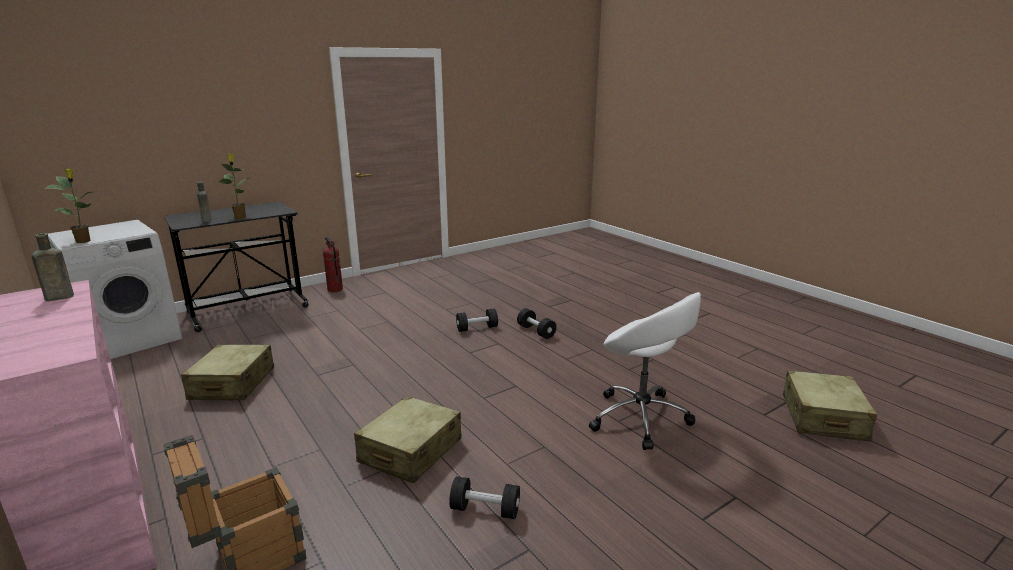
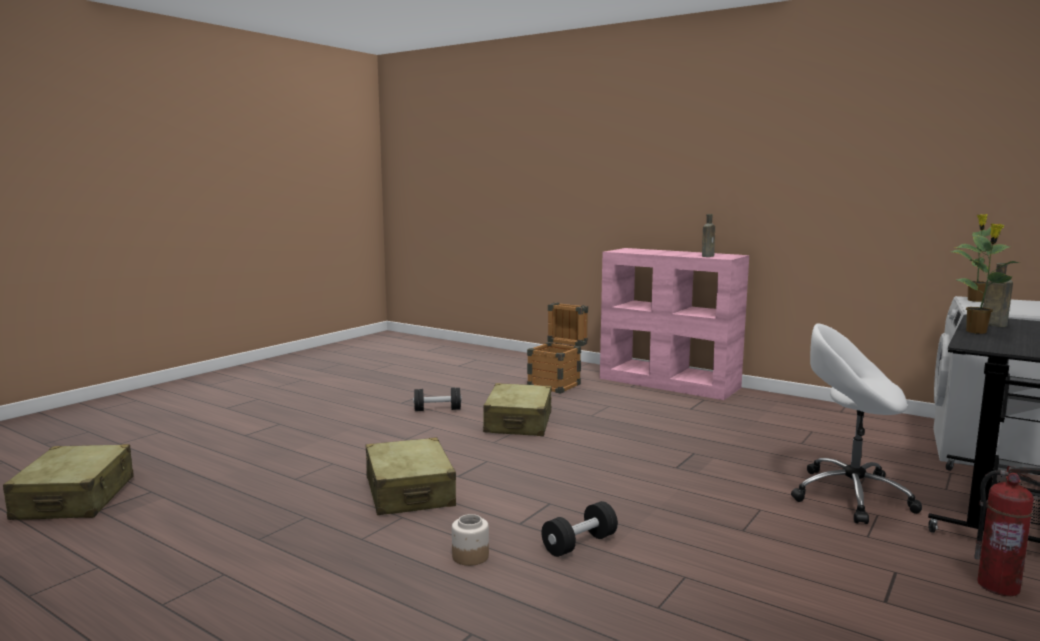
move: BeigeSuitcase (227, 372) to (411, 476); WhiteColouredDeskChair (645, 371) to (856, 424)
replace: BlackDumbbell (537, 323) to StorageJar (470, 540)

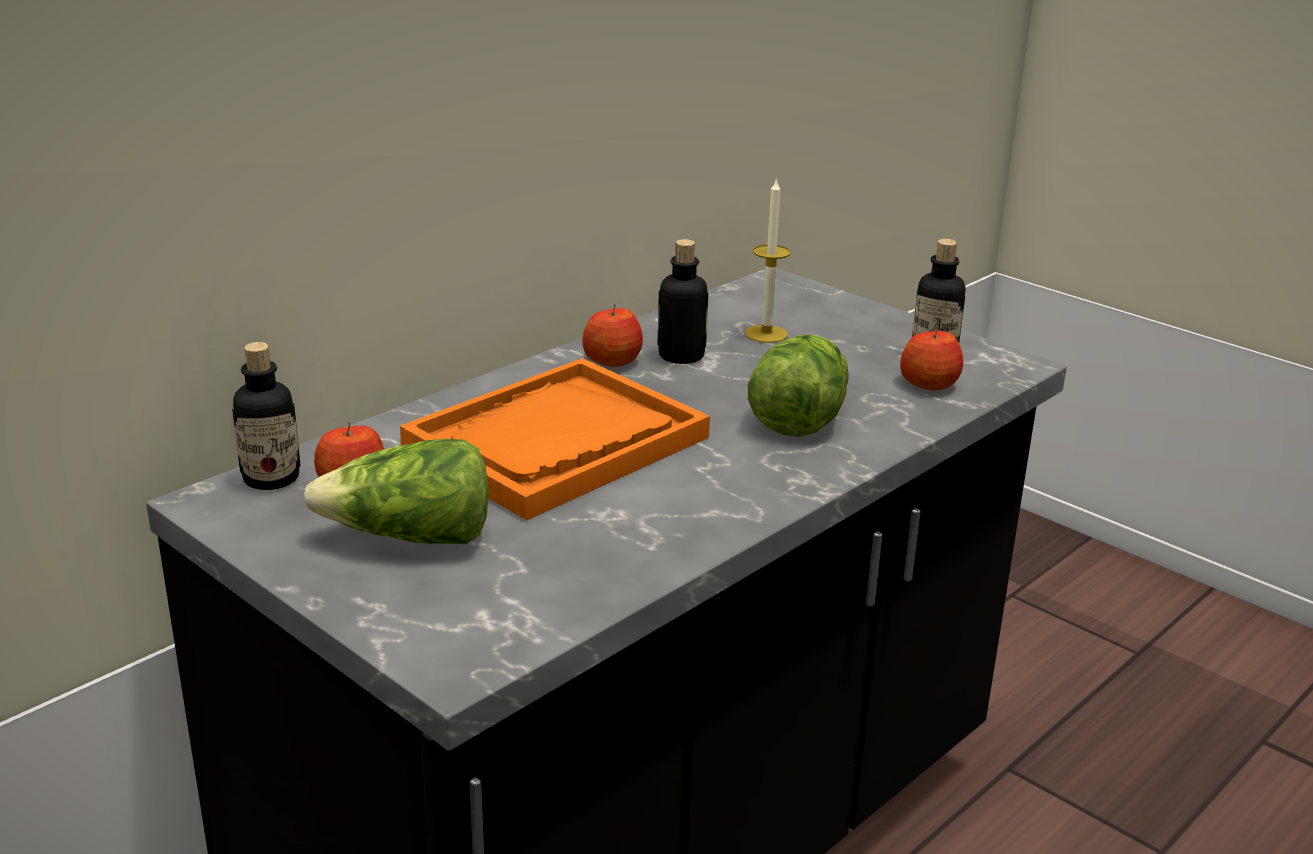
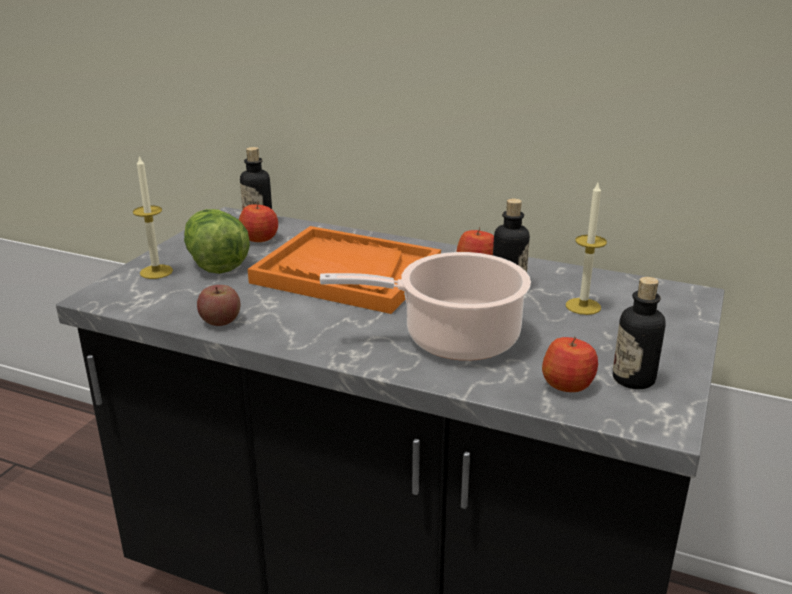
insert: Candle (153, 217); AppleFruit (219, 305)
replace: LettuceHead (798, 386) to Stockpot (425, 306)

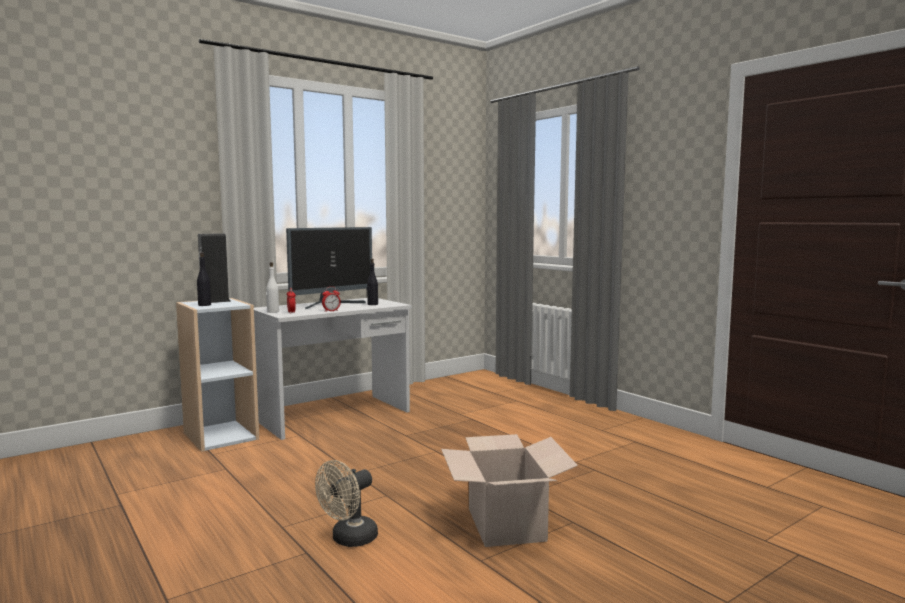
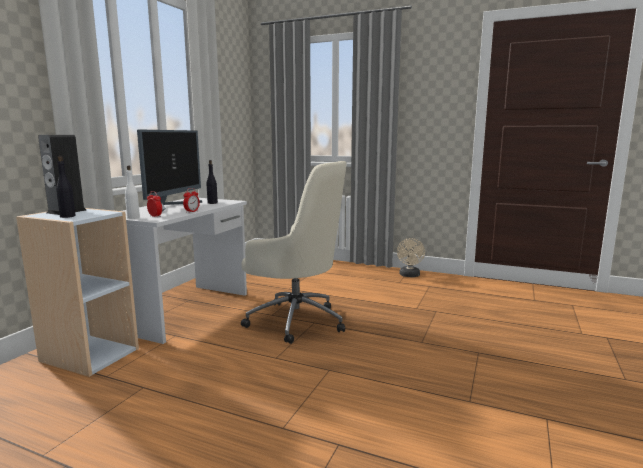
delete: CardboardBox (509, 490)
insert: BeigeDeskChair (294, 252)
move: BeigeFan (346, 503) to (411, 257)

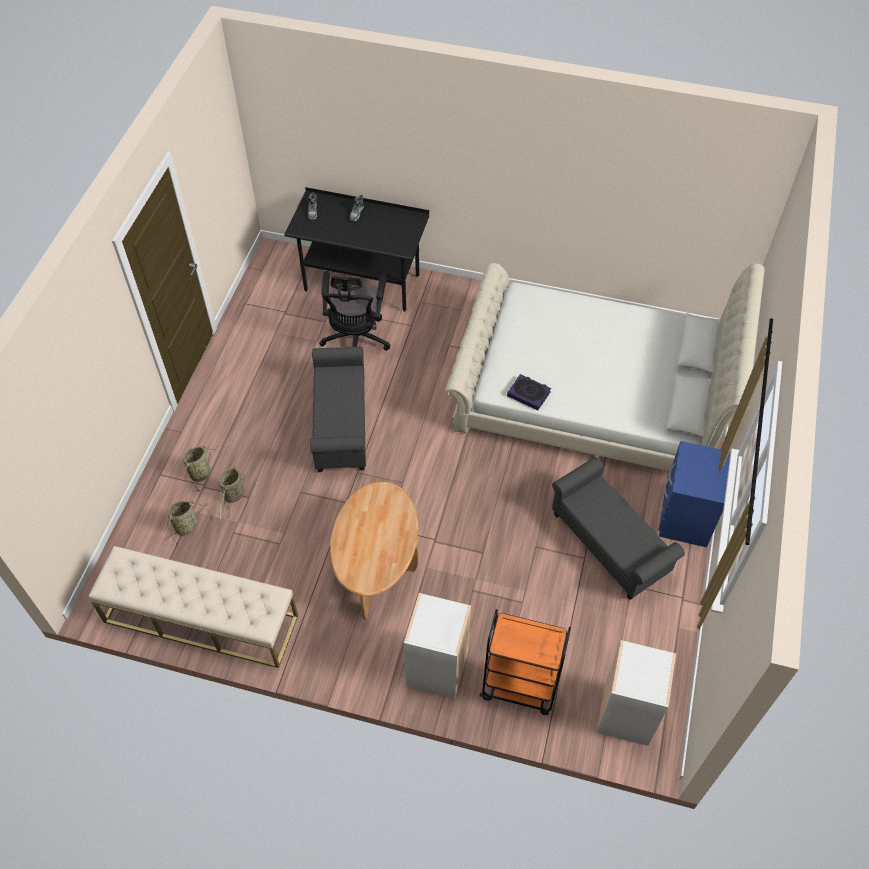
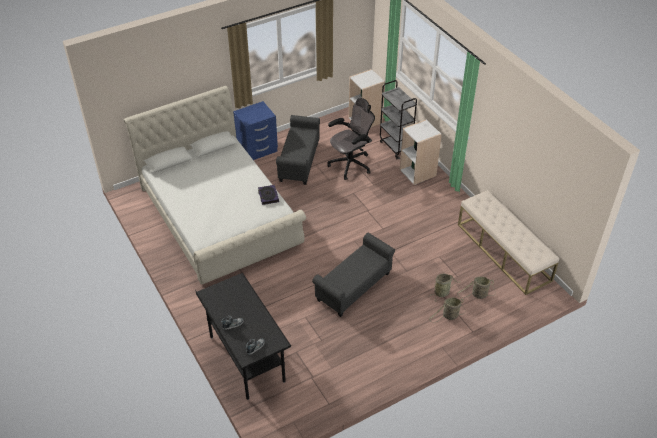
delete: BrownColouredCoffeeTable (373, 550)
move: DeskChair (354, 311) to (351, 139)
recolor: OrangeTrolley (525, 662) to GreyTrolley (398, 119)

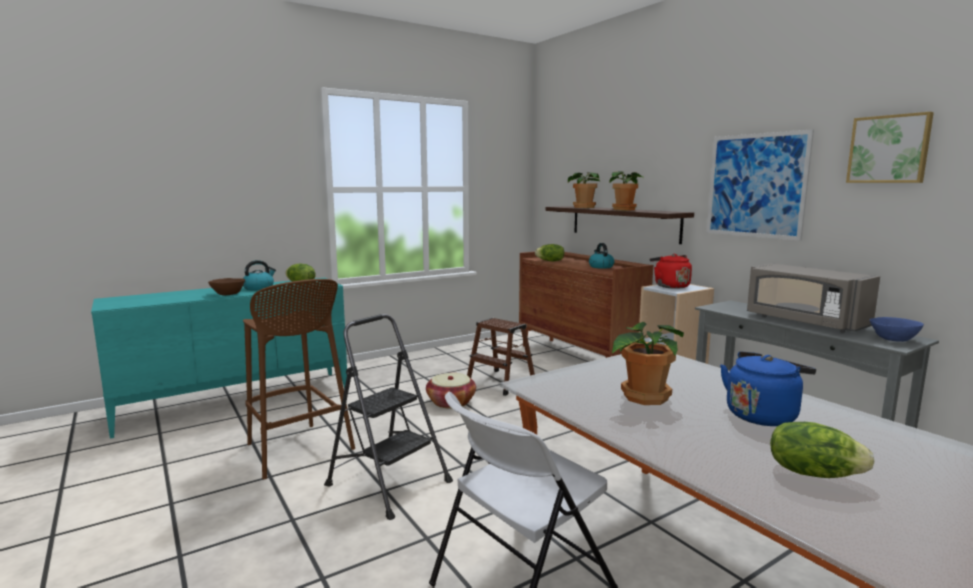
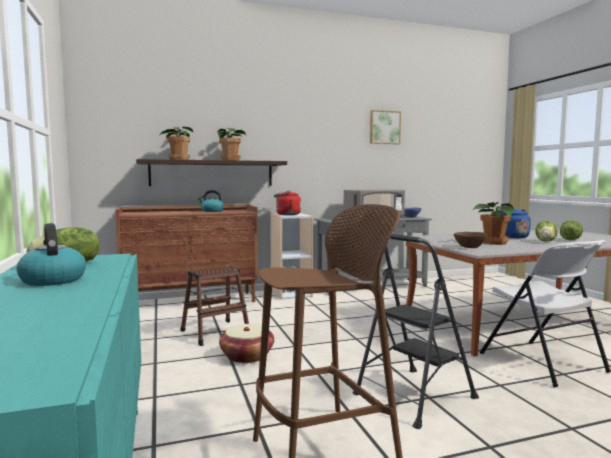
delete: WallPicture (760, 185)
move: BrownColouredBowl (226, 286) to (471, 240); LettuceHead (549, 252) to (546, 231)

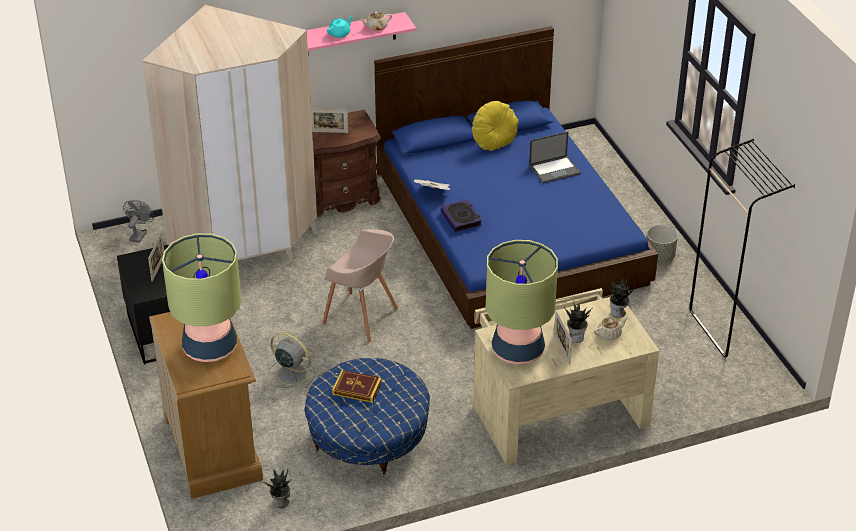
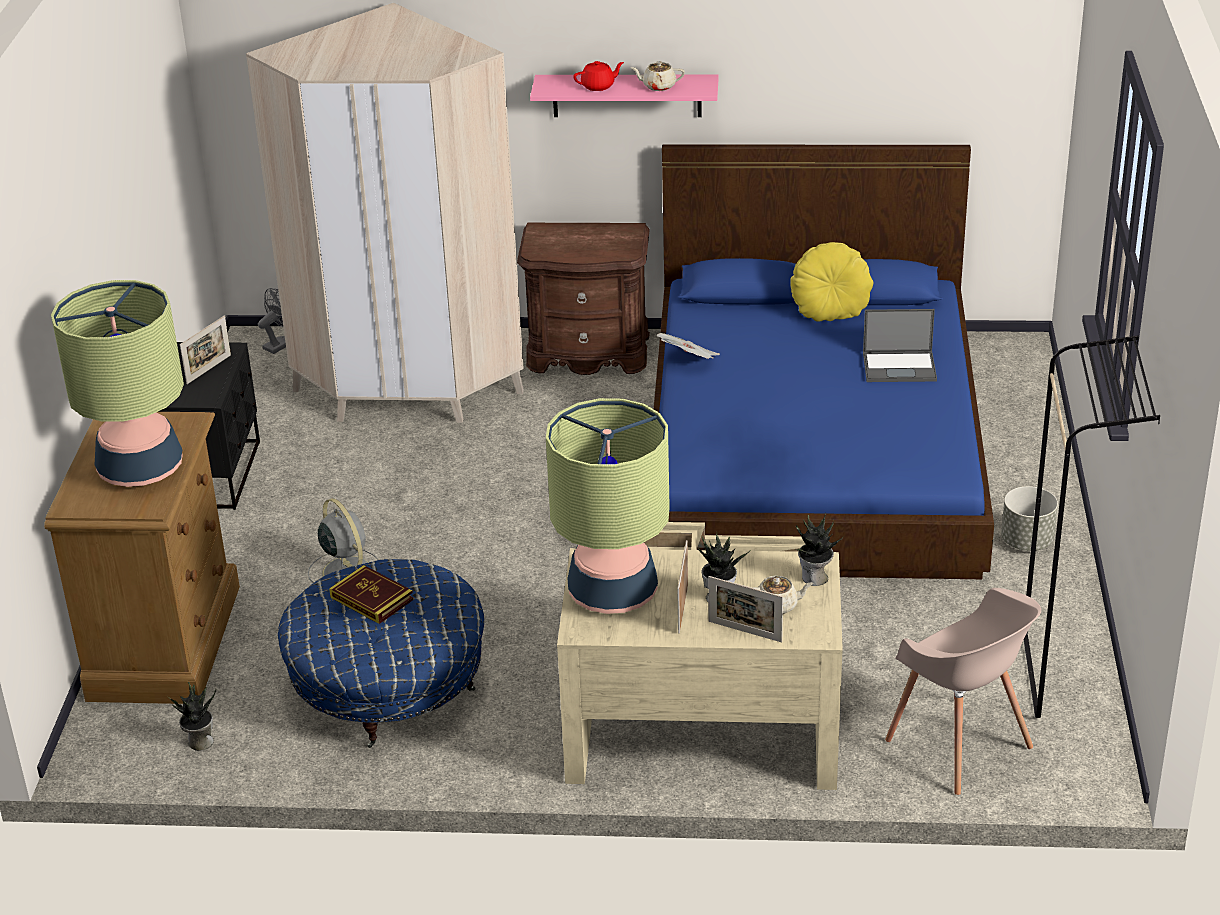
delete: BoundBook (461, 216)
move: PictureFrame (329, 121) to (745, 609); BeigeUprightChair (360, 285) to (963, 691)
recolor: TurquoiseColouredTeapot (340, 27) to ReddishTeapot (598, 76)

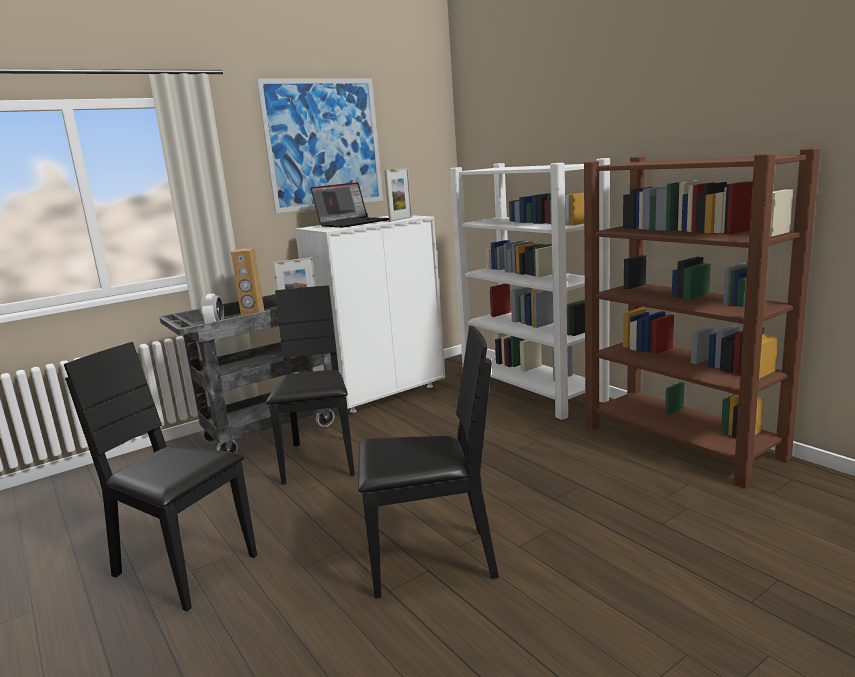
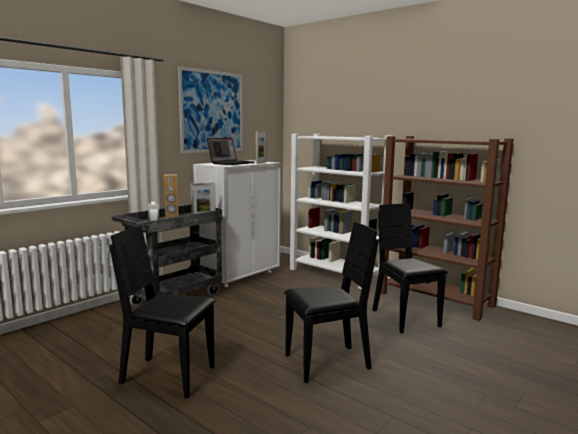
move: BlackUprightChair (310, 385) to (410, 268)

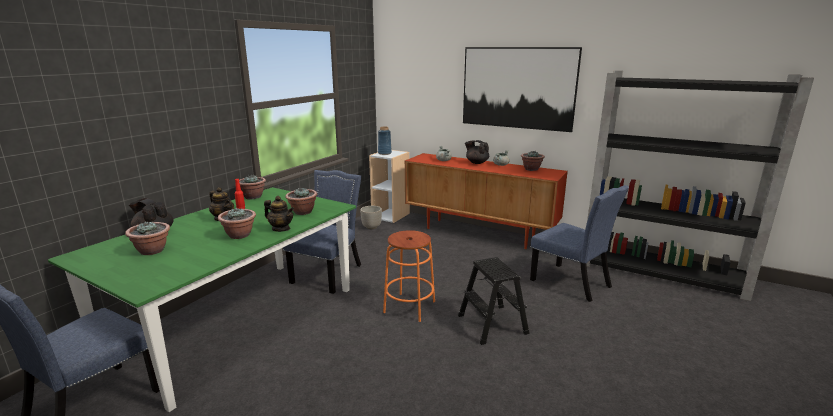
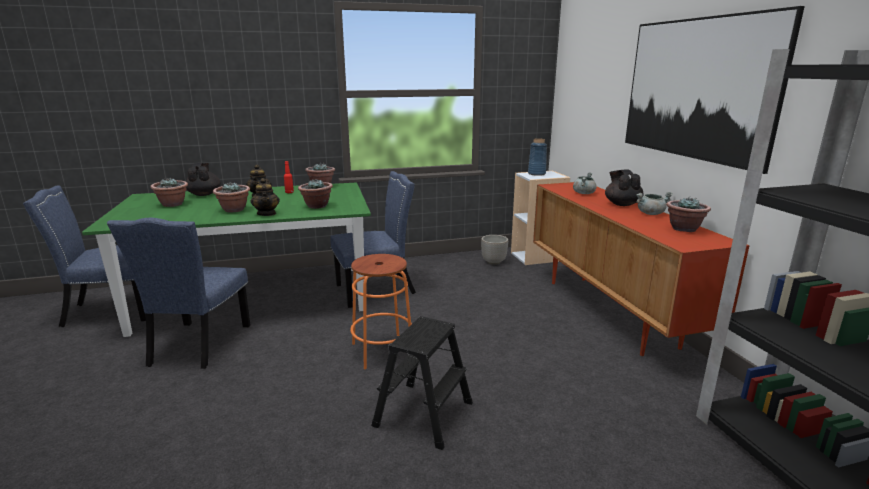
move: BluishUprightChair (579, 243) to (178, 293)

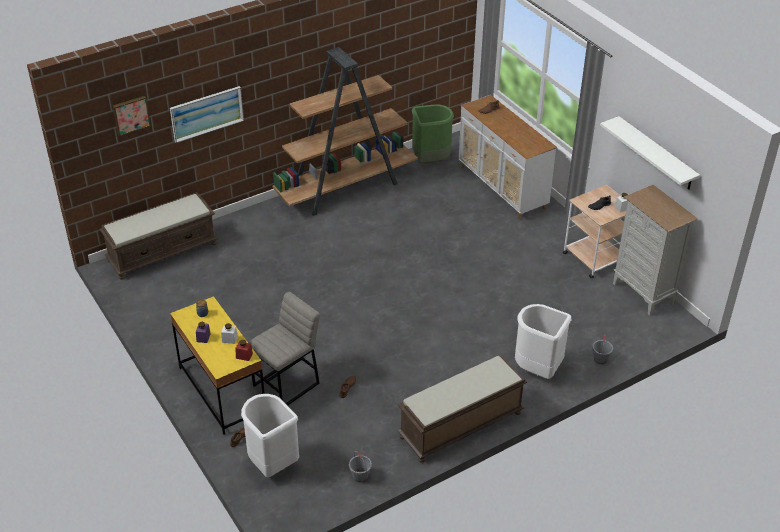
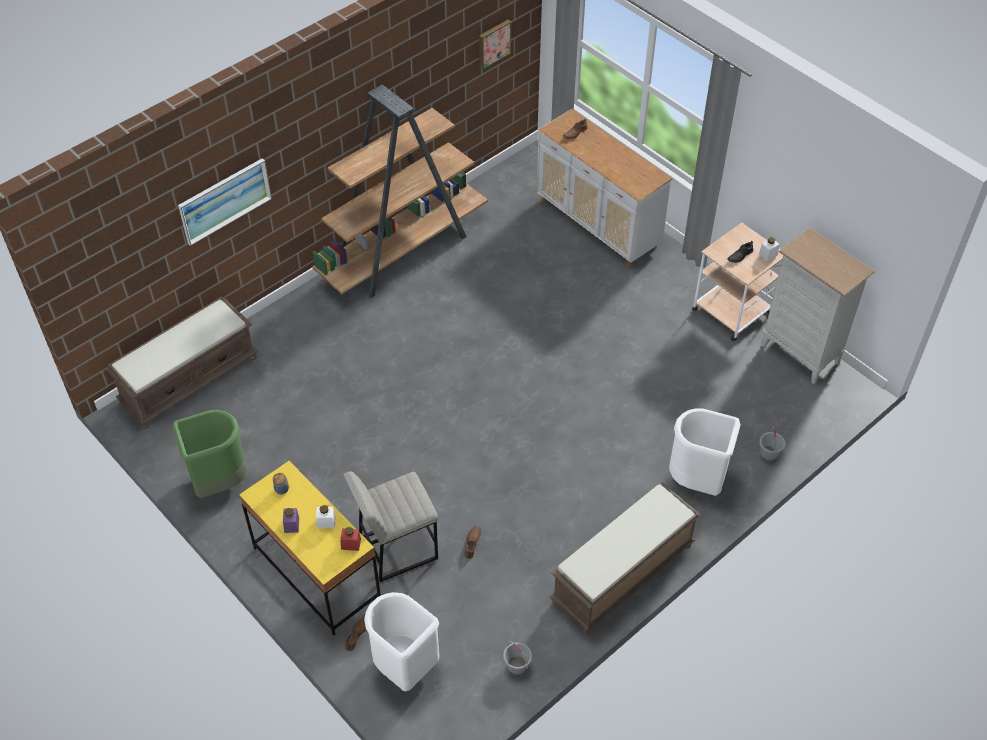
delete: WhiteColouredWallShelf (650, 153)
move: GreenColouredWasteBin (433, 134) to (209, 454); WallPicture (132, 116) to (495, 45)
rotate: GreyUprightChair (284, 348) = (390, 526) 150 degrees counterclockwise

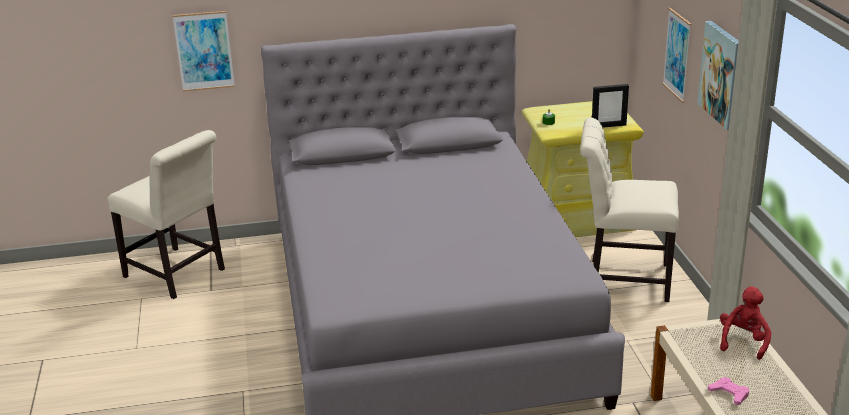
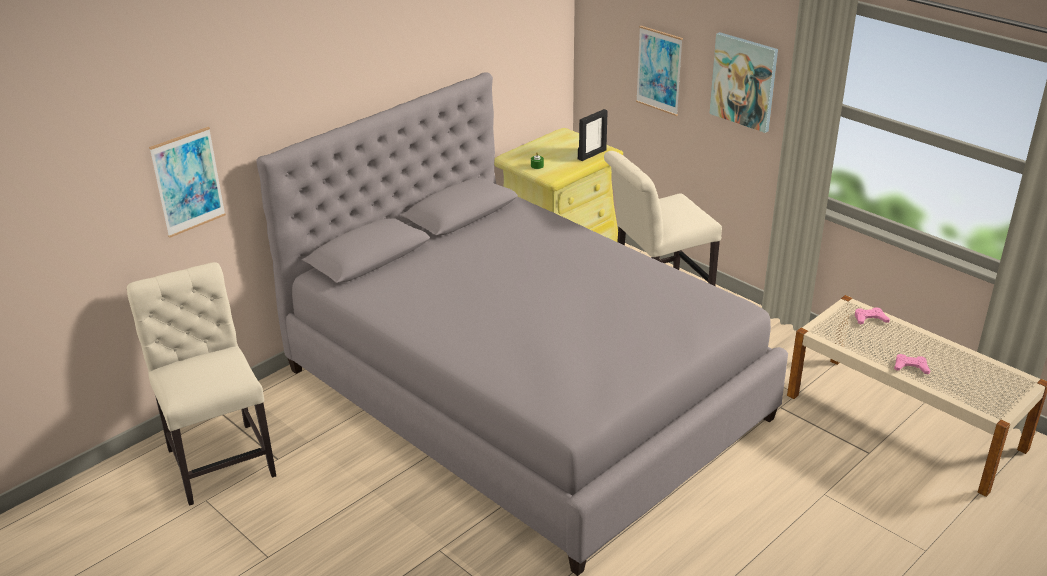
replace: ReddishPlushToy (745, 323) to PinkColouredJoypad (872, 315)
rotate: BeigeUprightChair (166, 214) = (201, 384) 120 degrees counterclockwise

